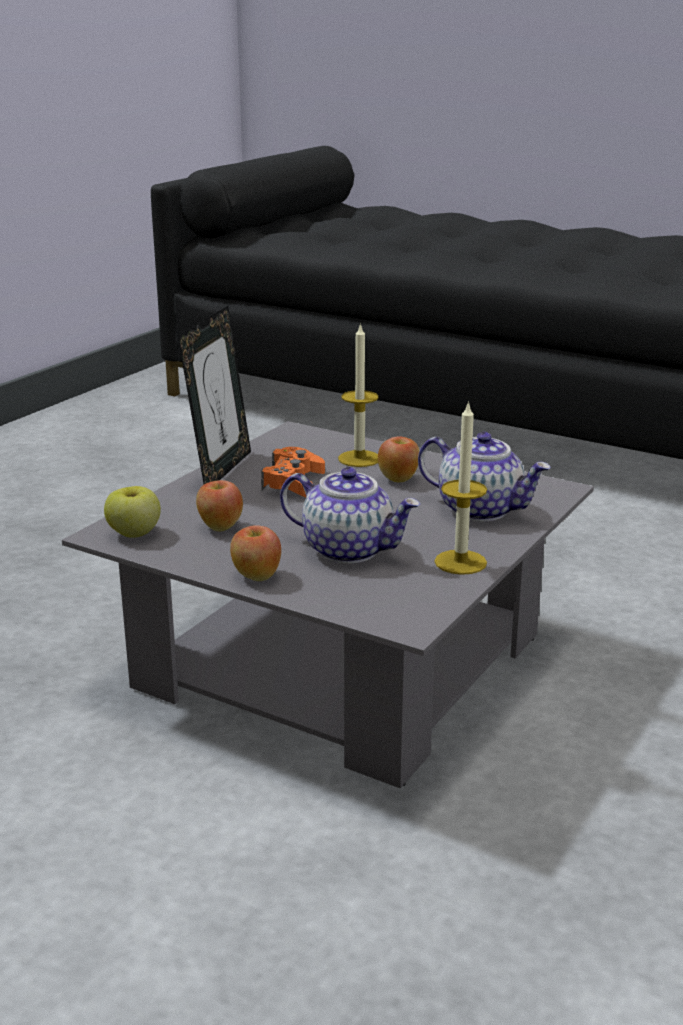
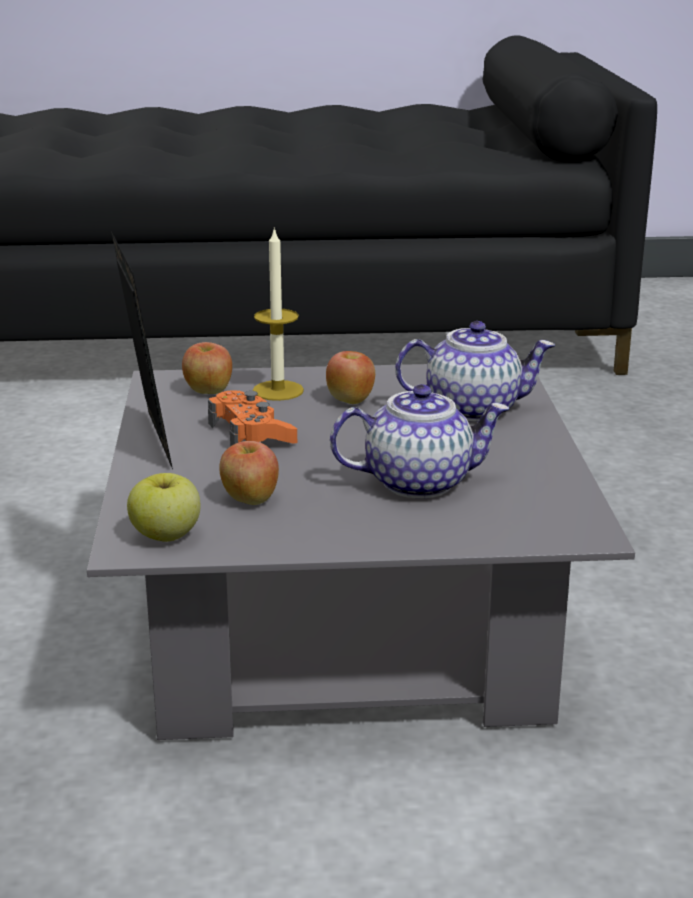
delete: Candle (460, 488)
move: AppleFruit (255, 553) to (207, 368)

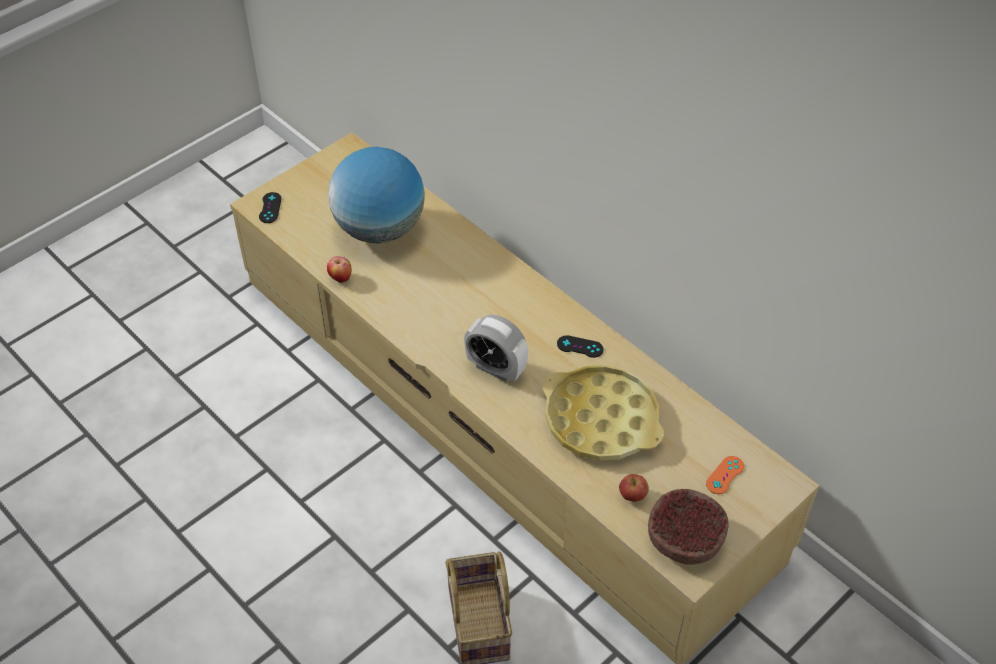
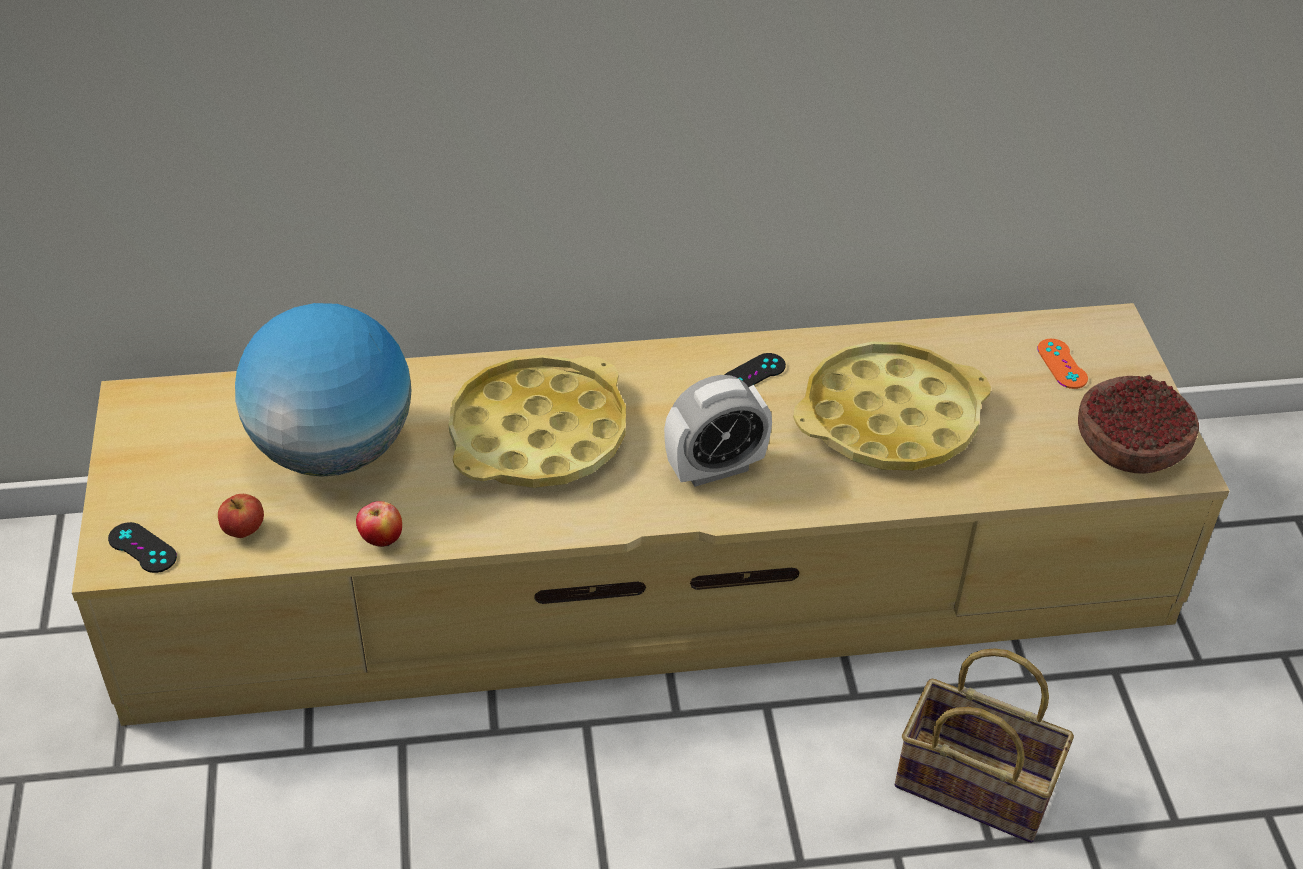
insert: YellowColouredCarryingTray (537, 421)
move: AppleFruit (634, 488) to (241, 516)

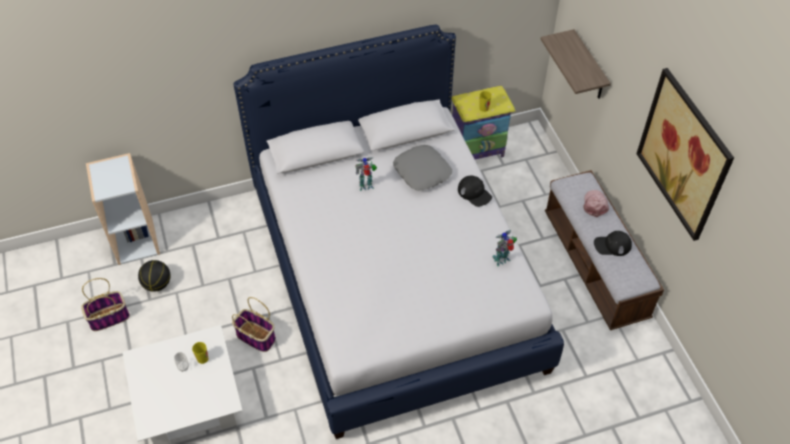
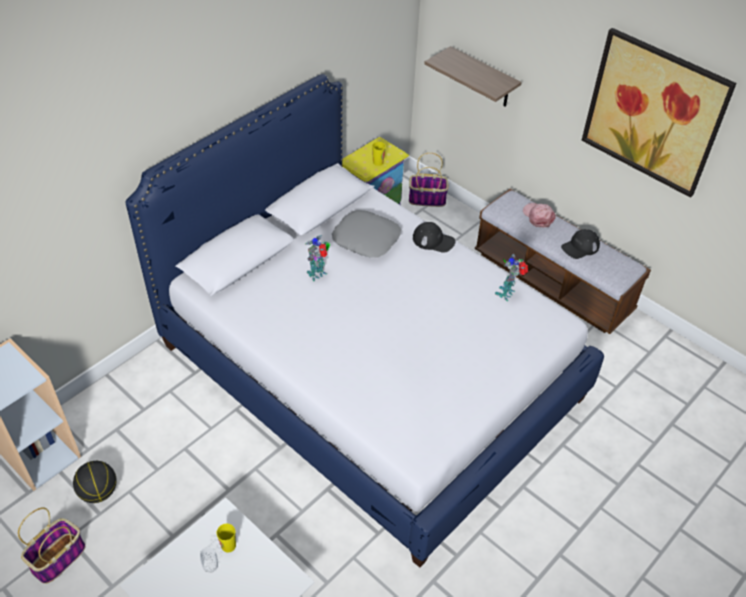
move: Basket (254, 324) to (429, 180)

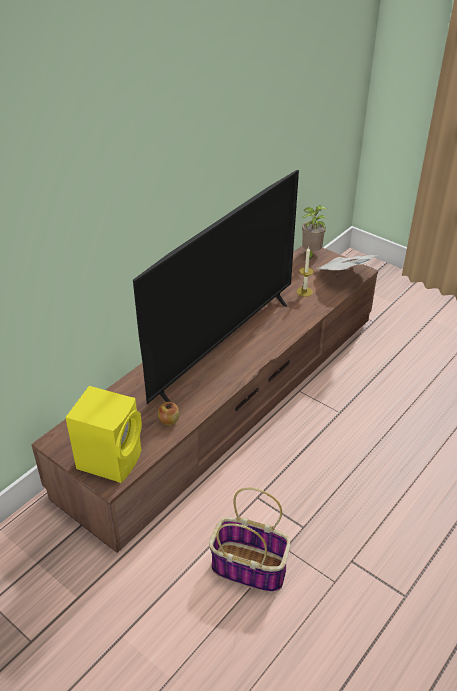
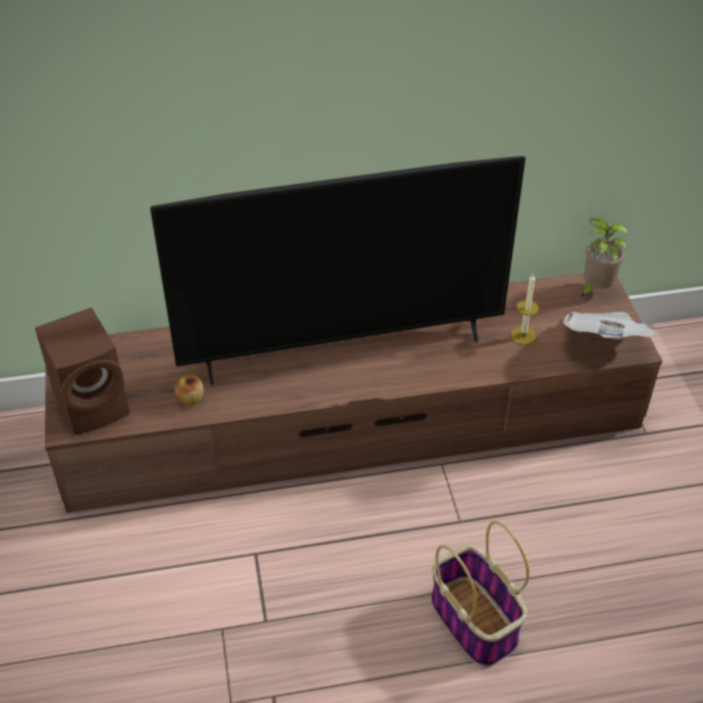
move: Basket (249, 540) to (480, 594)
recolor: YellowColouredAudioSpeaker (103, 434) to BrownColouredAudioSpeaker (82, 371)

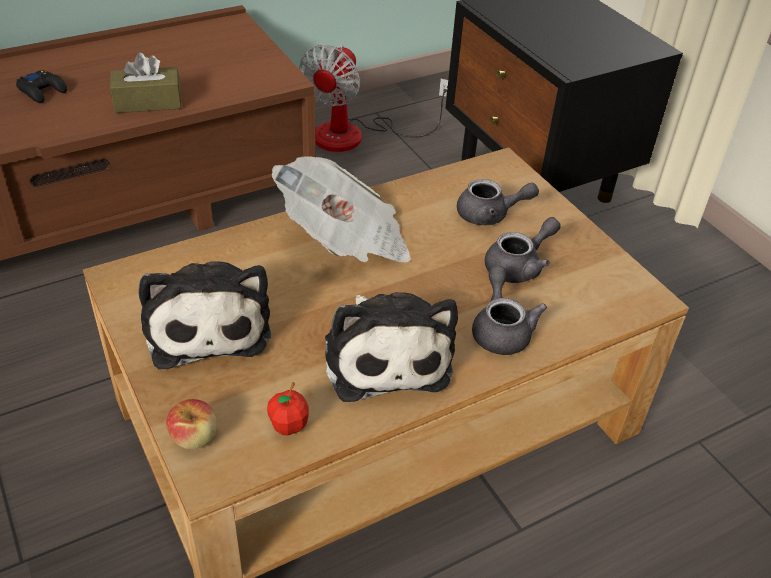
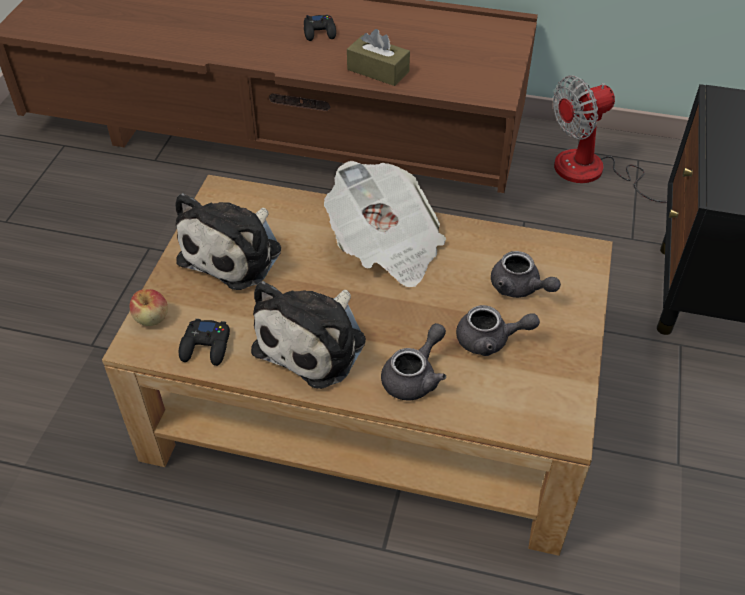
replace: AppleFruit (288, 409) to BlackJoypad (204, 342)

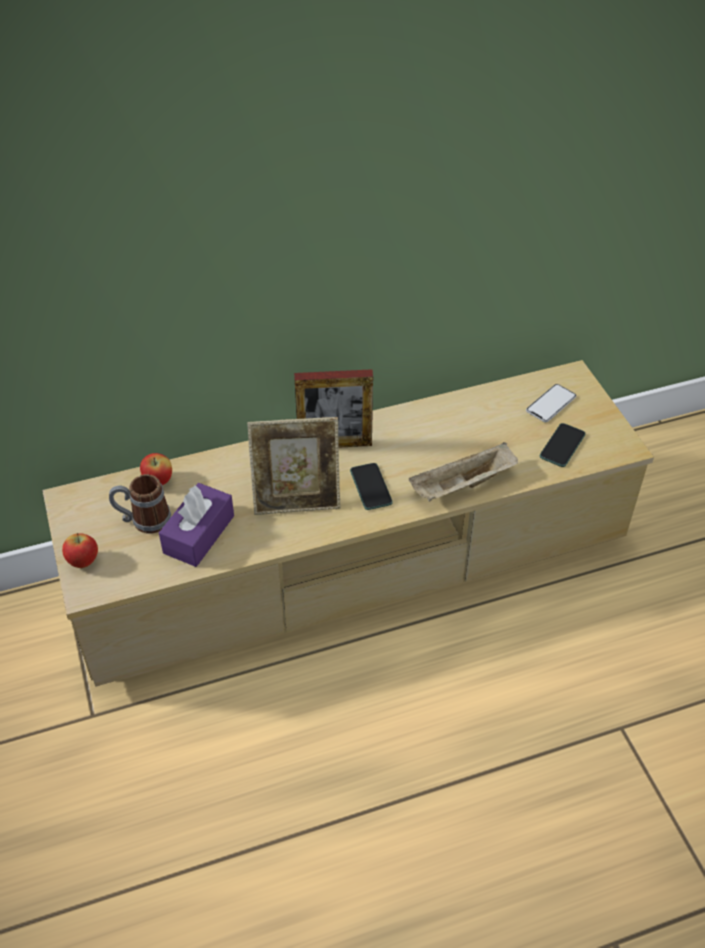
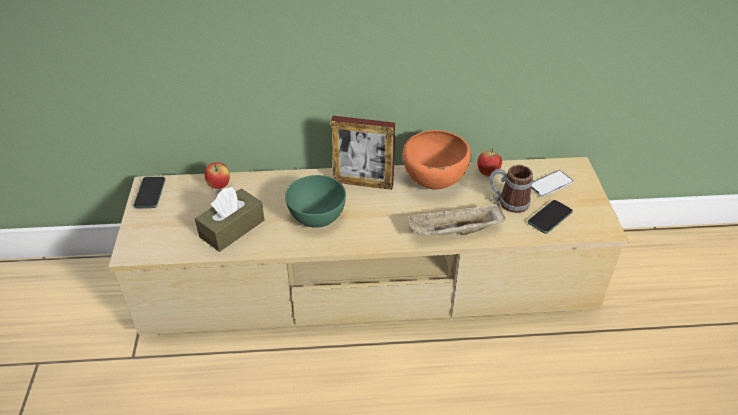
insert: OrangeBowl (437, 159)
move: Telephone (371, 486) to (149, 192); AppleFruit (80, 550) to (489, 162); TeaMug (140, 504) to (511, 189)
replace: PictureFrame (293, 466) to GreenColouredBowl (315, 201)
recolor: PurpleColouredTissueBox (196, 525) to BrownColouredTissueBox (229, 219)

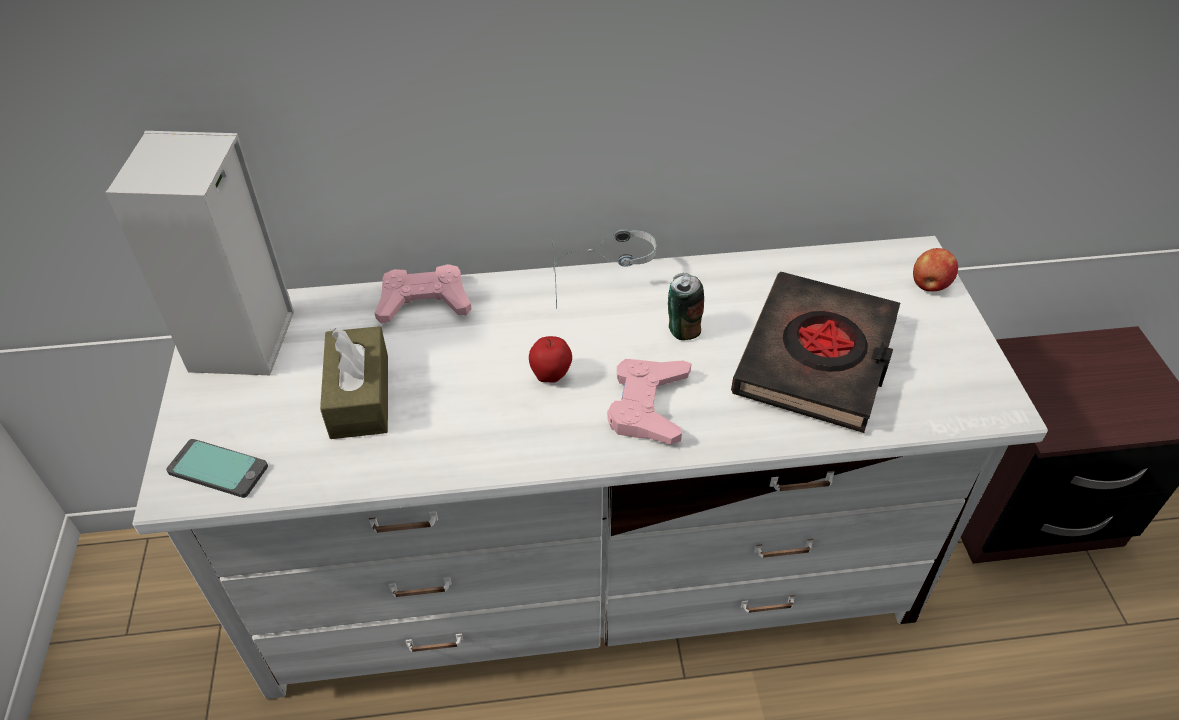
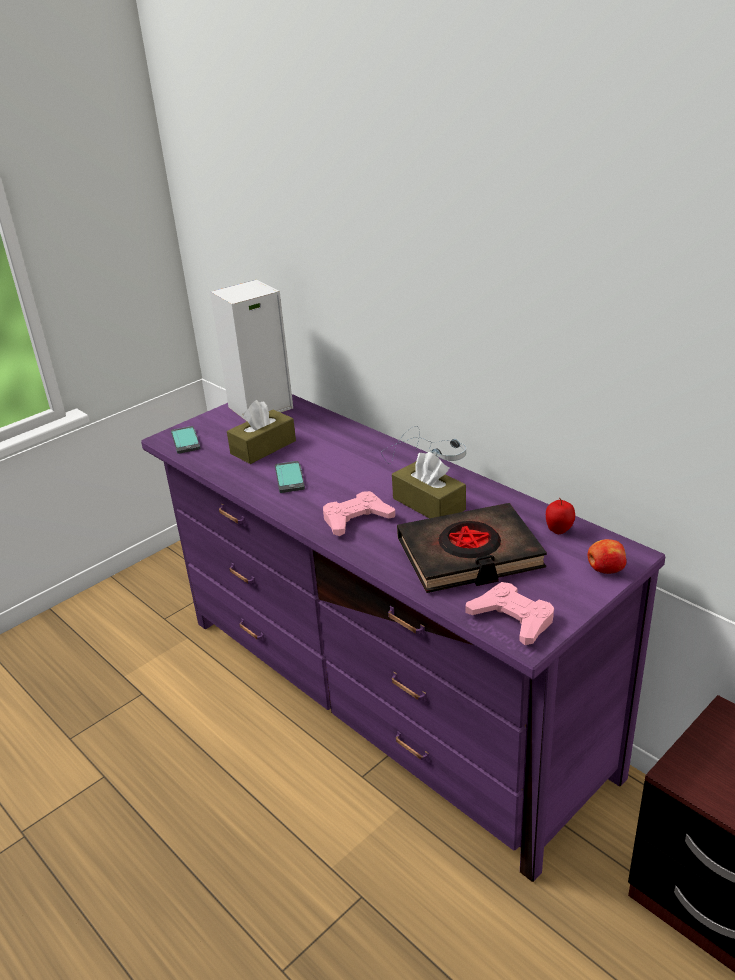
insert: Telephone (290, 477)
move: PinkColouredJoypad (423, 294) to (509, 613); AppleFruit (550, 359) to (560, 516)
replace: SealedCan (686, 306) to BrownColouredTissueBox (429, 485)
recolor: WhiteColouredDresser (590, 467) to PurpleColouredDresser (403, 638)

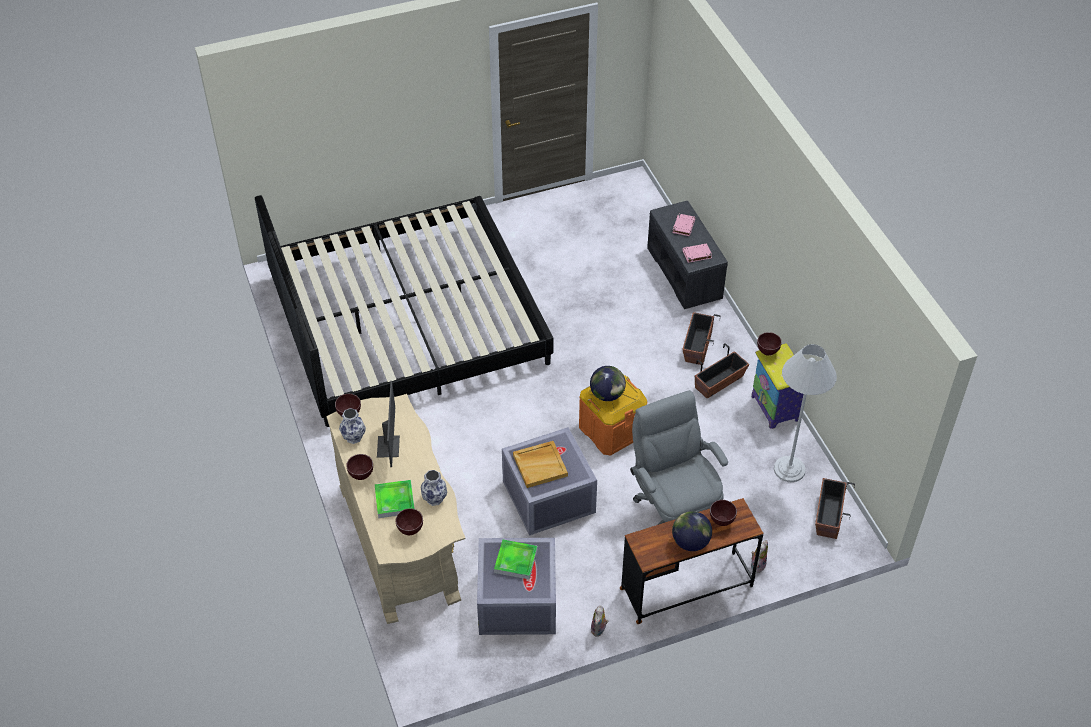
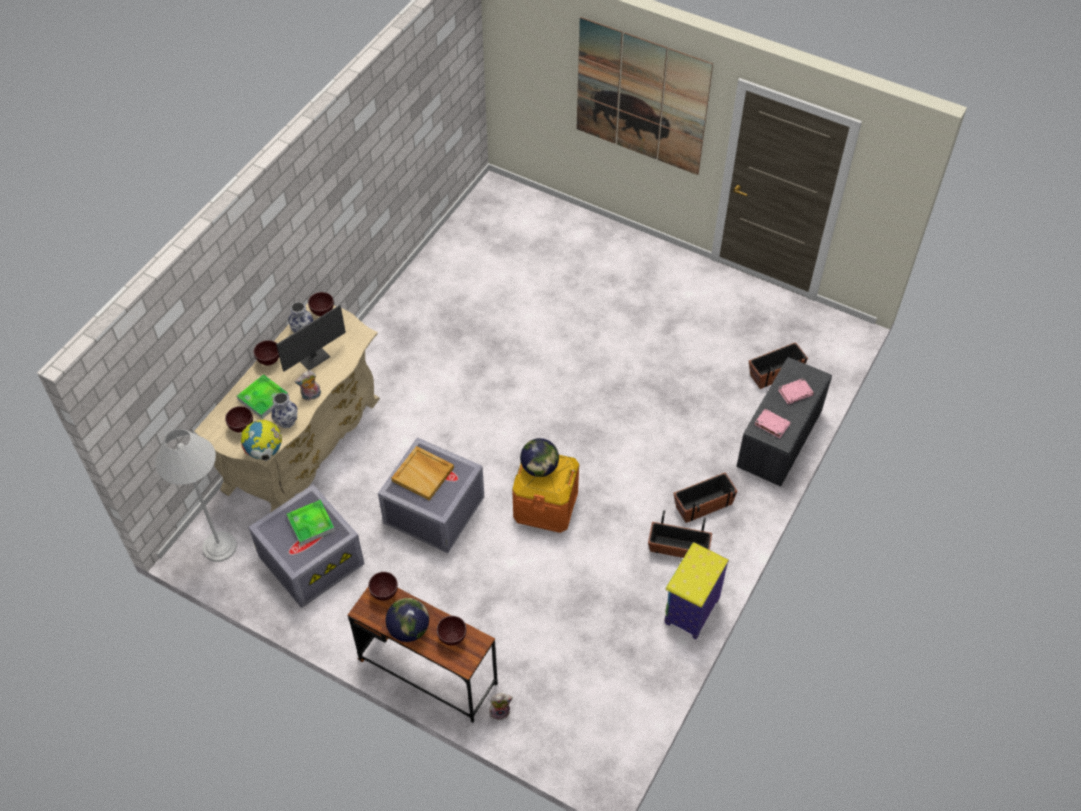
delete: Bed (404, 311); GreyDeskChair (679, 457)
insert: WorldGlobe (261, 440); WallPicture (645, 96)
move: WhiteColouredStandardLamp (805, 413) to (196, 495); PlushToy (599, 621) to (308, 385); BrownColouredBowl (769, 344) to (383, 586); PlantPot (835, 508) to (778, 365)

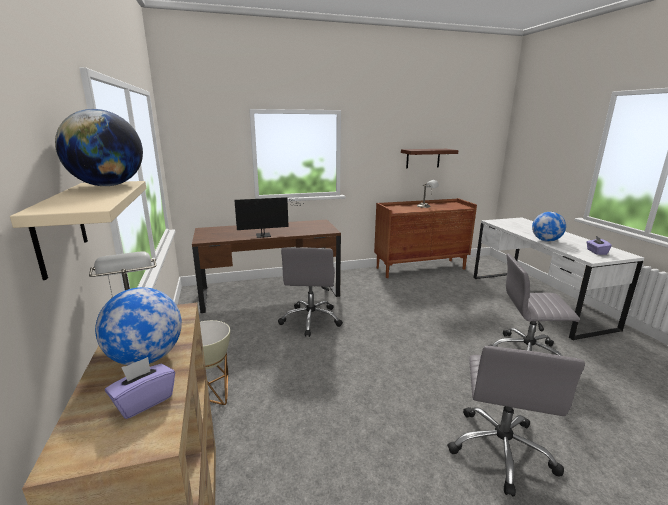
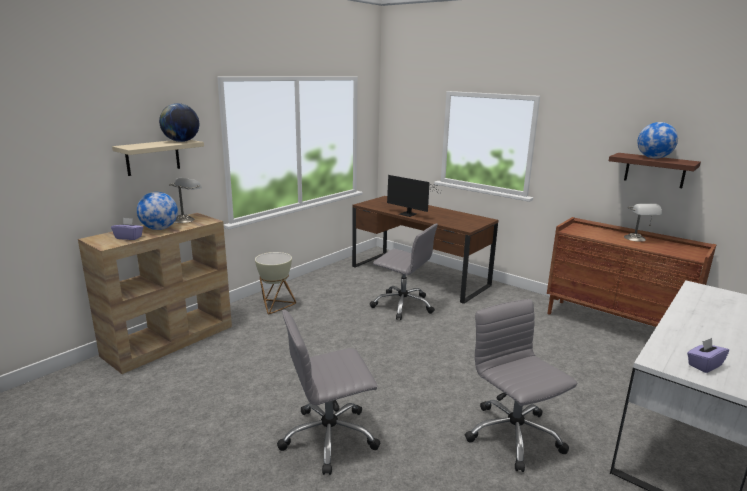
move: WorldGlobe (549, 227) to (657, 140)
rotate: GreyDeskChair (310, 292) = (404, 272) 120 degrees counterclockwise

